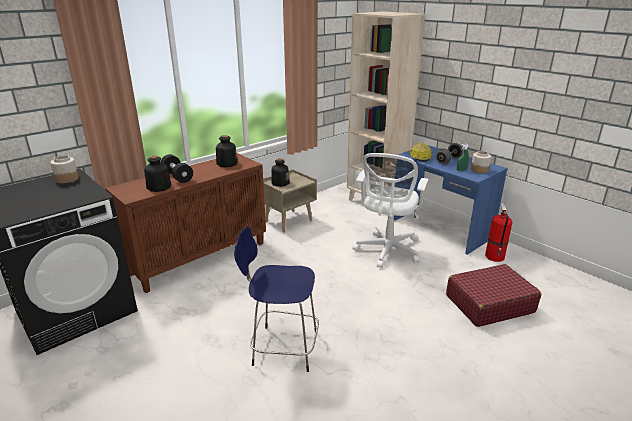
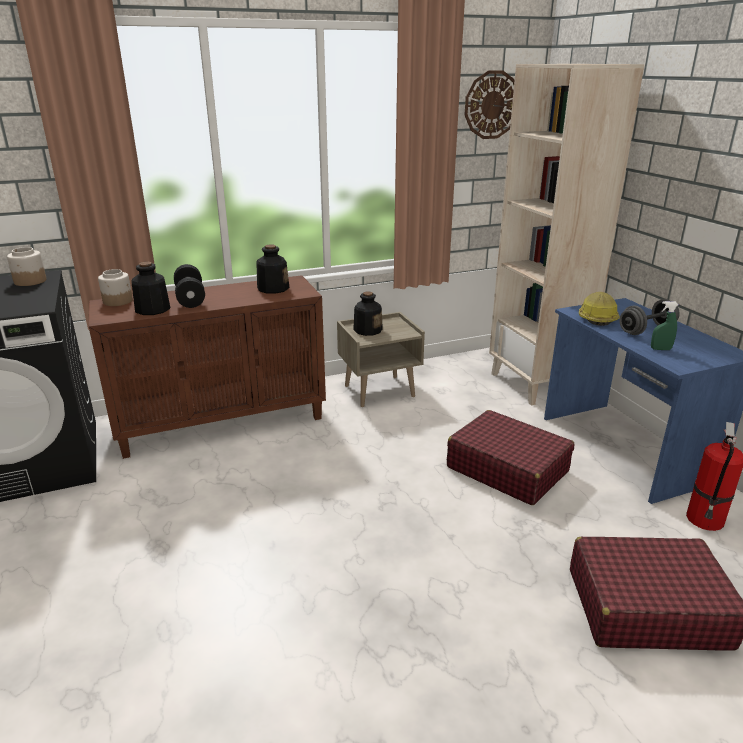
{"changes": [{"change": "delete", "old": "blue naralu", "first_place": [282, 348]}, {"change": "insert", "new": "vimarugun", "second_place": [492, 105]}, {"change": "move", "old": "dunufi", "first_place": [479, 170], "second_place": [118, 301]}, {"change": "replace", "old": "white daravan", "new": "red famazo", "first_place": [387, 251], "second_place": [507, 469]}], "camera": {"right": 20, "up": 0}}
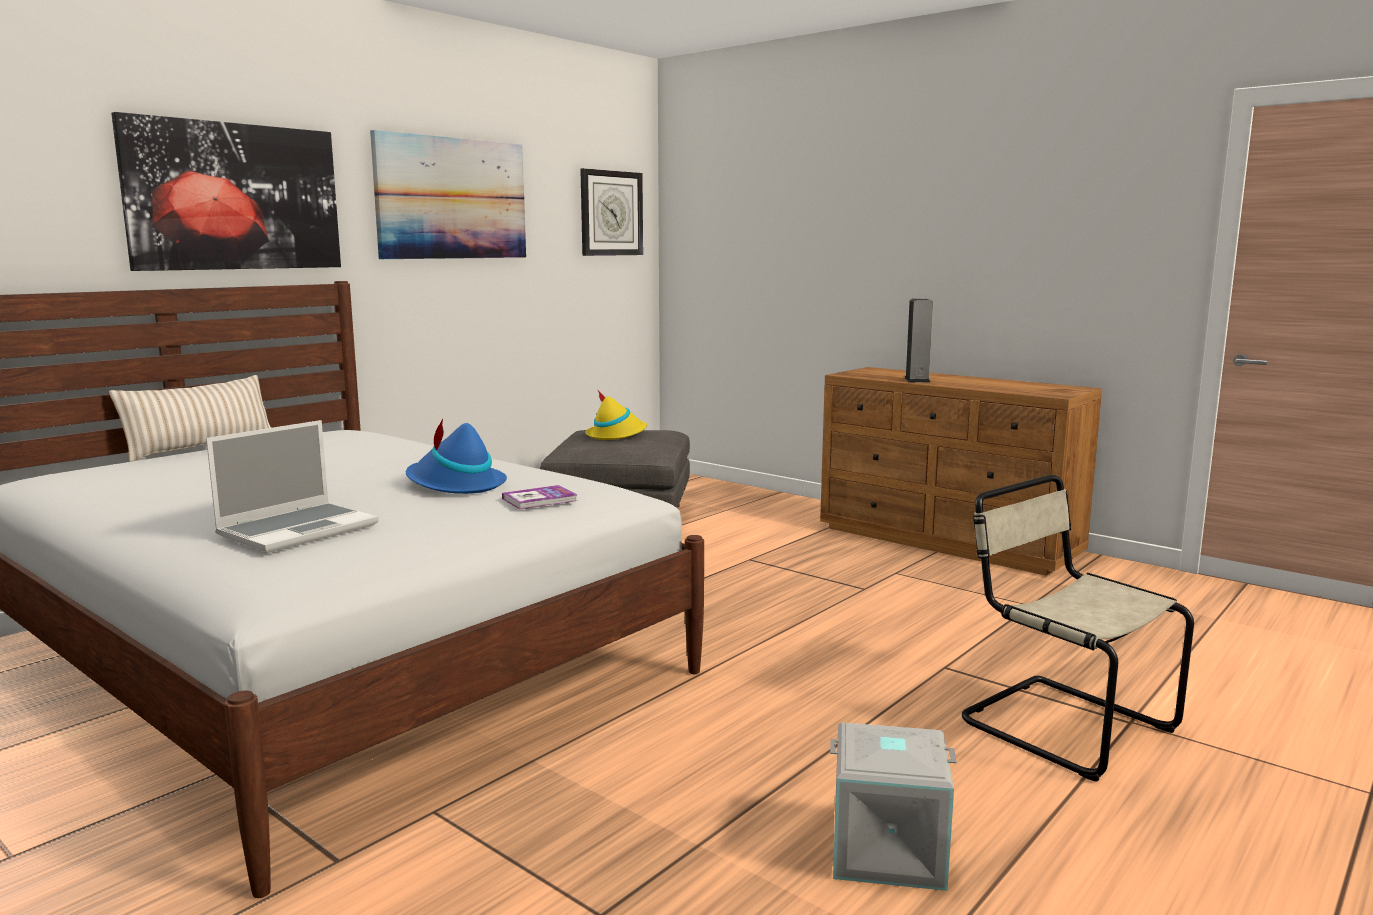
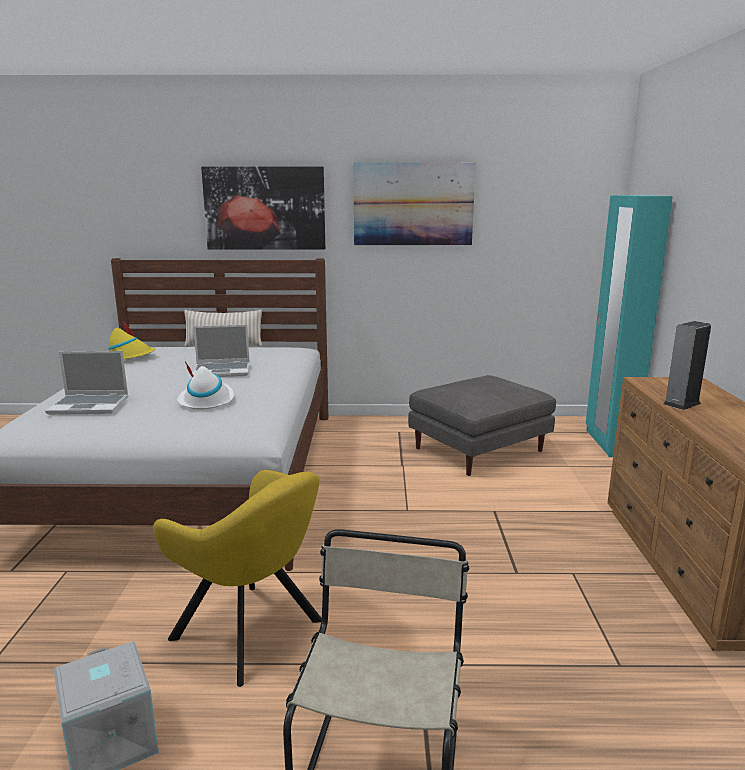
{"changes": [{"change": "delete", "old": "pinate", "first_place": [539, 499]}, {"change": "delete", "old": "vimarugun", "first_place": [611, 213]}, {"change": "insert", "new": "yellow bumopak", "second_place": [252, 633]}, {"change": "insert", "new": "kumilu", "second_place": [223, 371]}, {"change": "insert", "new": "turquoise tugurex", "second_place": [609, 443]}, {"change": "move", "old": "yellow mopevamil", "first_place": [617, 435], "second_place": [130, 357]}, {"change": "recolor", "old": "blue mopevamil", "new": "white mopevamil", "first_place": [455, 485], "second_place": [206, 400]}], "camera": {"right": 50, "up": 5}}
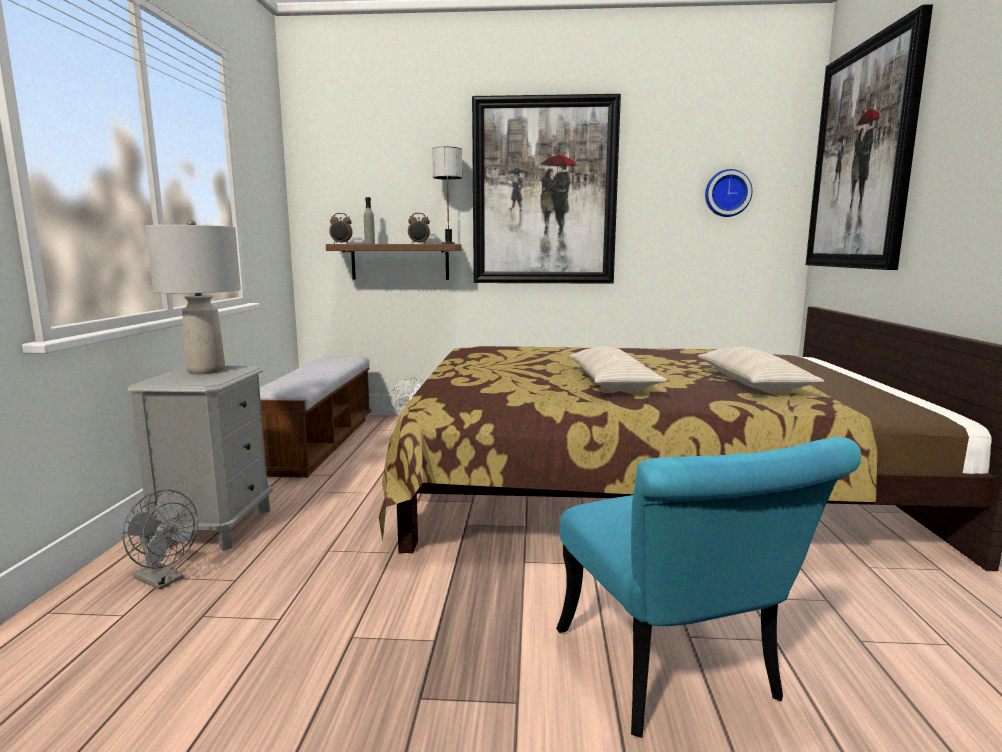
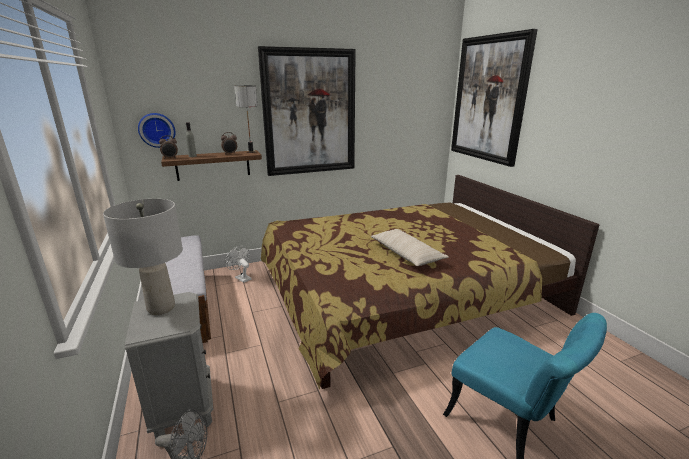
{"changes": [{"change": "delete", "old": "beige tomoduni", "first_place": [752, 383]}, {"change": "move", "old": "vimarugun", "first_place": [727, 193], "second_place": [157, 130]}], "camera": {"right": -25, "up": 10}}
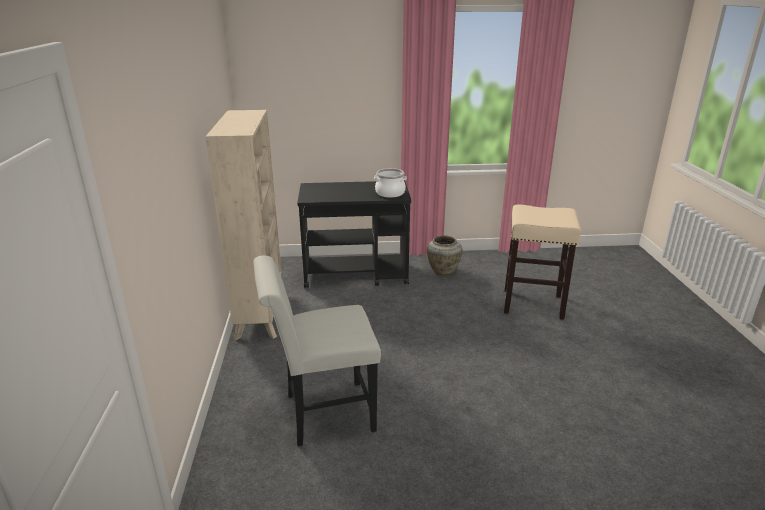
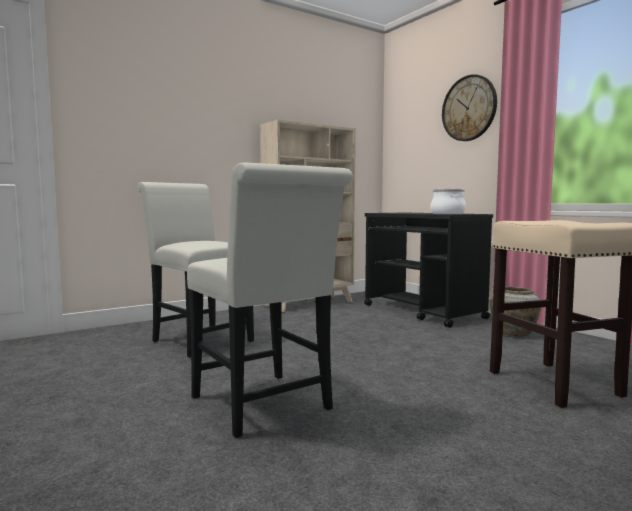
{"changes": [{"change": "insert", "new": "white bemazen", "second_place": [265, 406]}, {"change": "insert", "new": "vimarugun", "second_place": [469, 108]}], "camera": {"right": 60, "up": -20}}
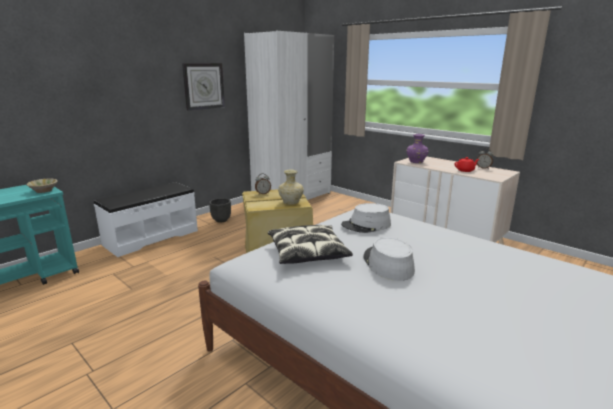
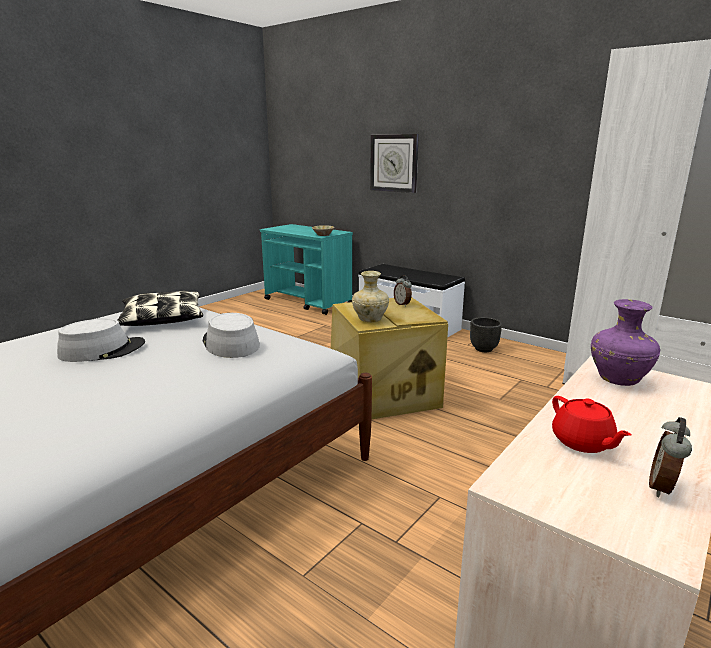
{"changes": [{"change": "move", "old": "vimarugun", "first_place": [203, 86], "second_place": [394, 163]}], "camera": {"right": 85, "up": 0}}
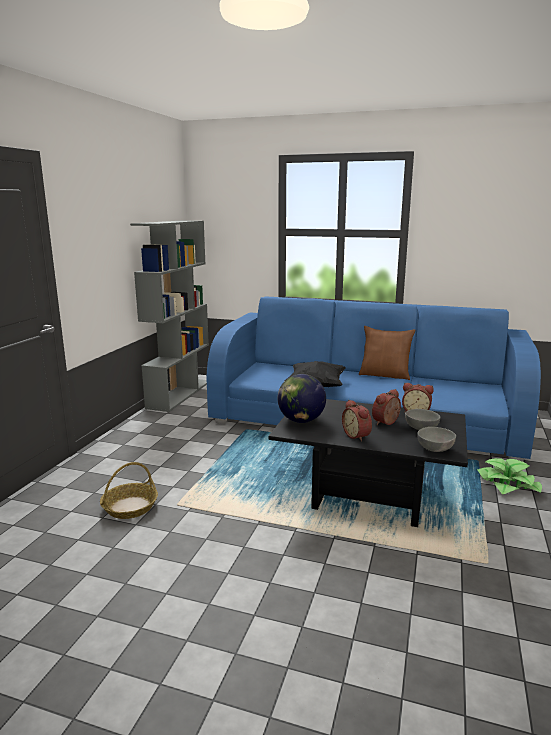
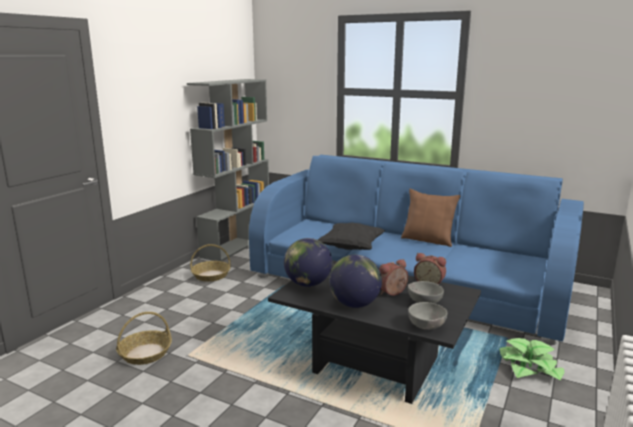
{"changes": [{"change": "insert", "new": "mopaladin", "second_place": [211, 275]}, {"change": "replace", "old": "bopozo", "new": "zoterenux", "first_place": [357, 436], "second_place": [354, 304]}], "camera": {"right": 10, "up": 0}}
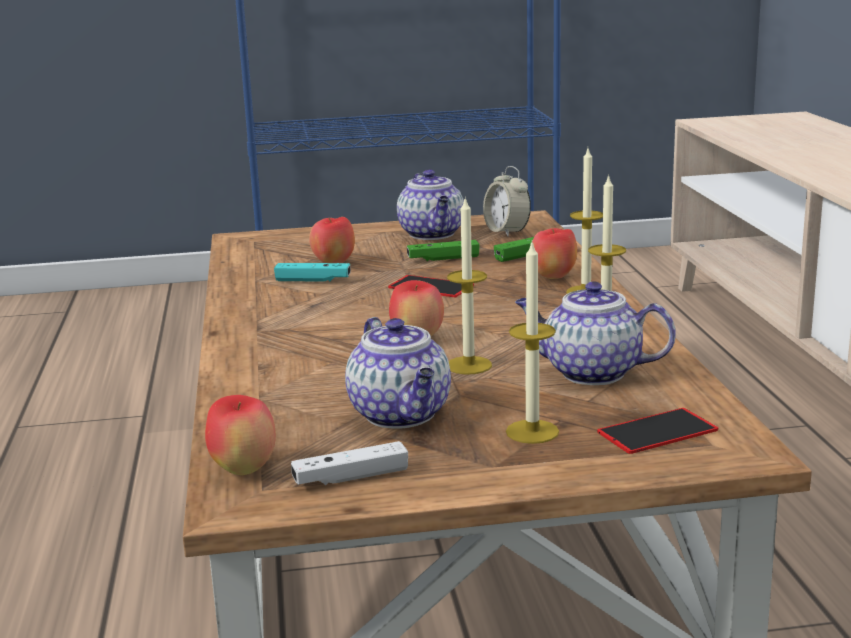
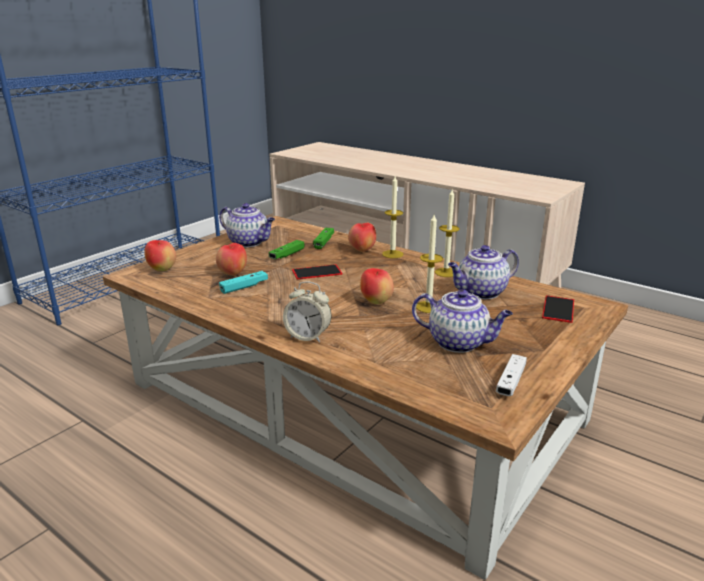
{"changes": [{"change": "delete", "old": "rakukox", "first_place": [532, 432]}, {"change": "move", "old": "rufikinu", "first_place": [244, 470], "second_place": [162, 270]}, {"change": "move", "old": "bopozo", "first_place": [507, 232], "second_place": [308, 336]}], "camera": {"right": -45, "up": 5}}
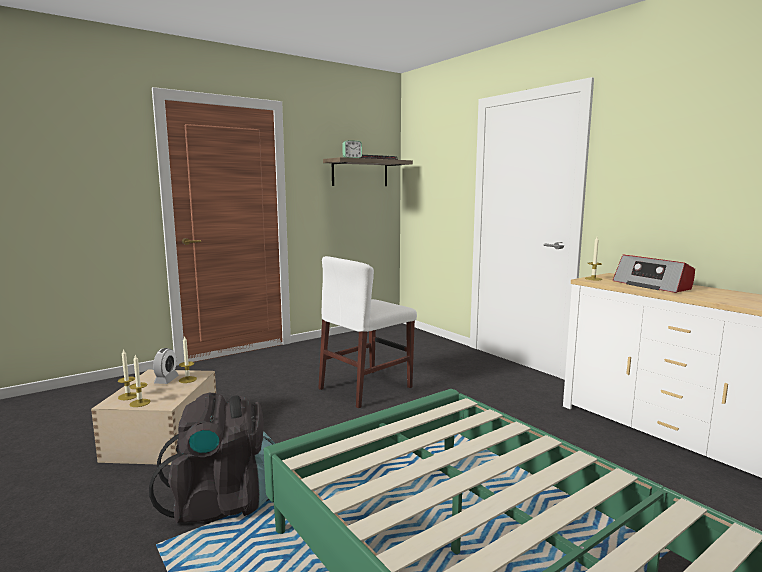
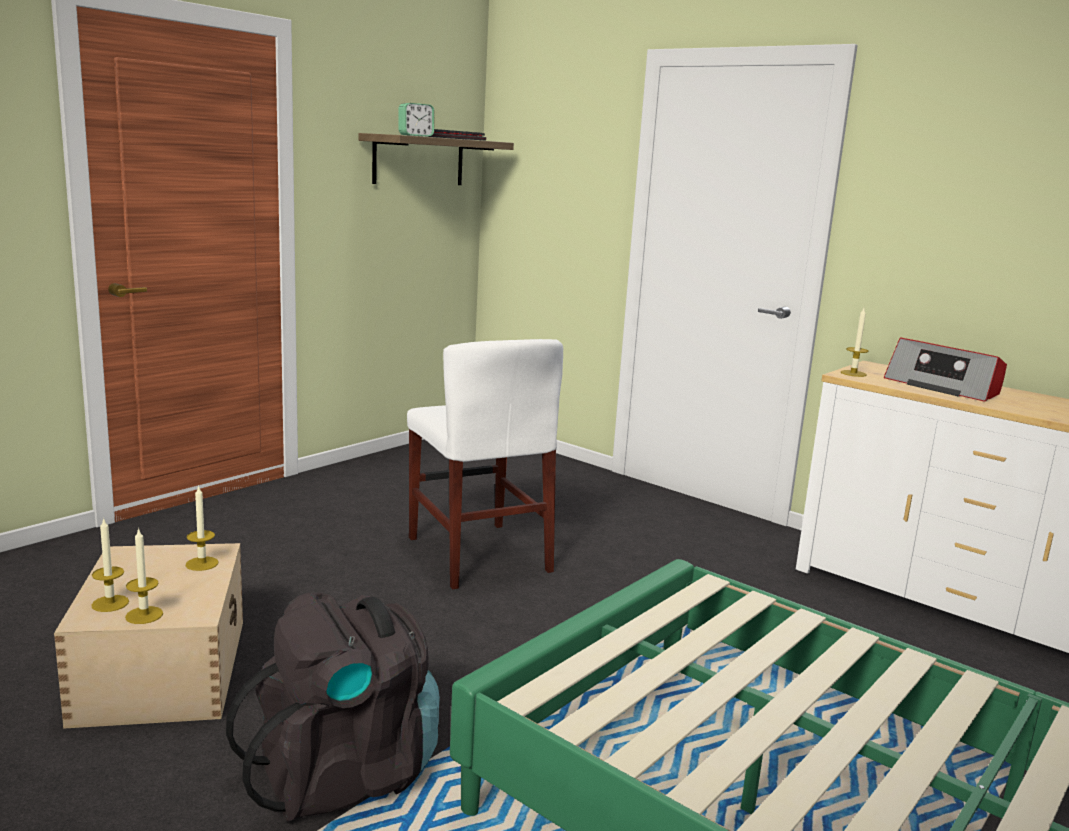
{"changes": [{"change": "delete", "old": "bopozo", "first_place": [166, 380]}, {"change": "rotate", "old": "white bemazen", "first_place": [366, 388], "second_place": [478, 554], "degrees": -60}], "camera": {"right": -15, "up": 5}}
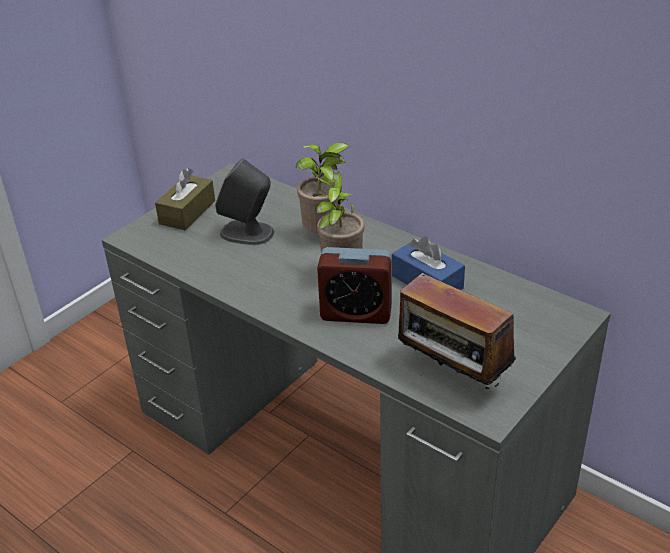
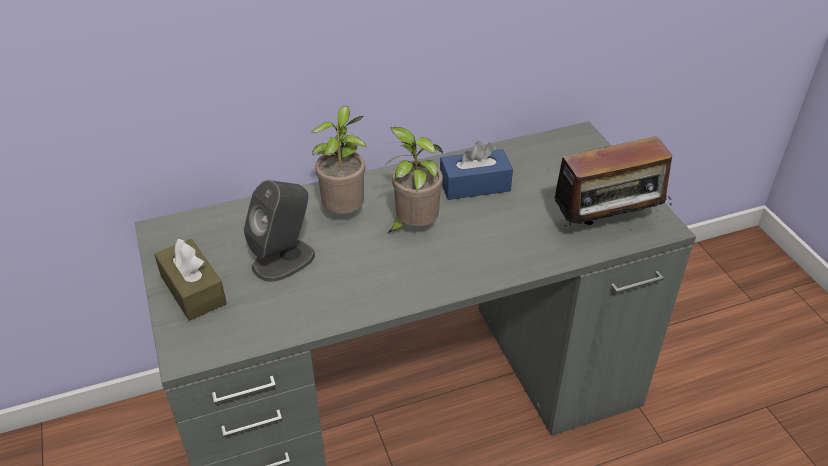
{"changes": [{"change": "delete", "old": "bopozo", "first_place": [356, 313]}], "camera": {"right": -60, "up": 5}}
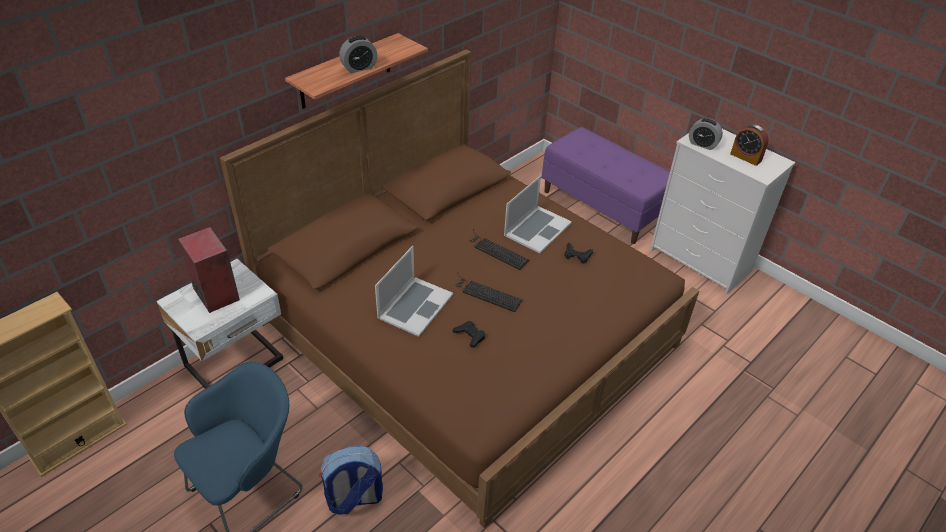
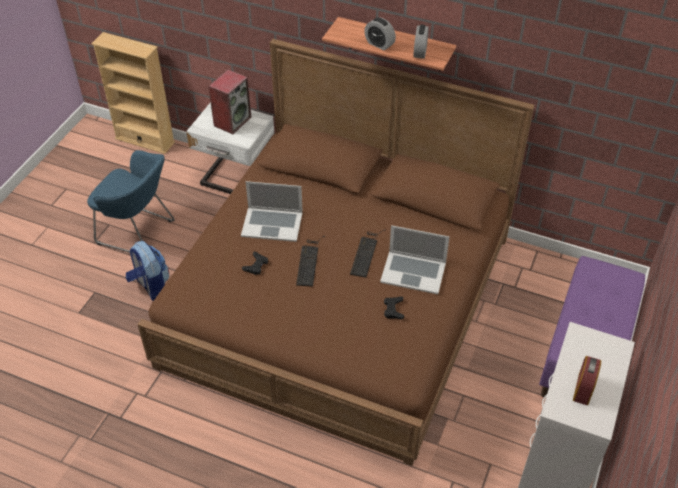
{"changes": [{"change": "move", "old": "bopozo", "first_place": [702, 144], "second_place": [420, 52]}], "camera": {"right": 70, "up": 5}}
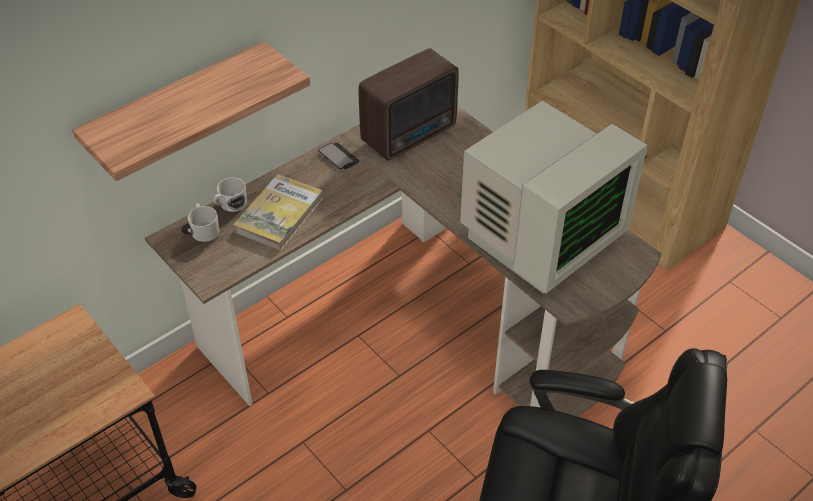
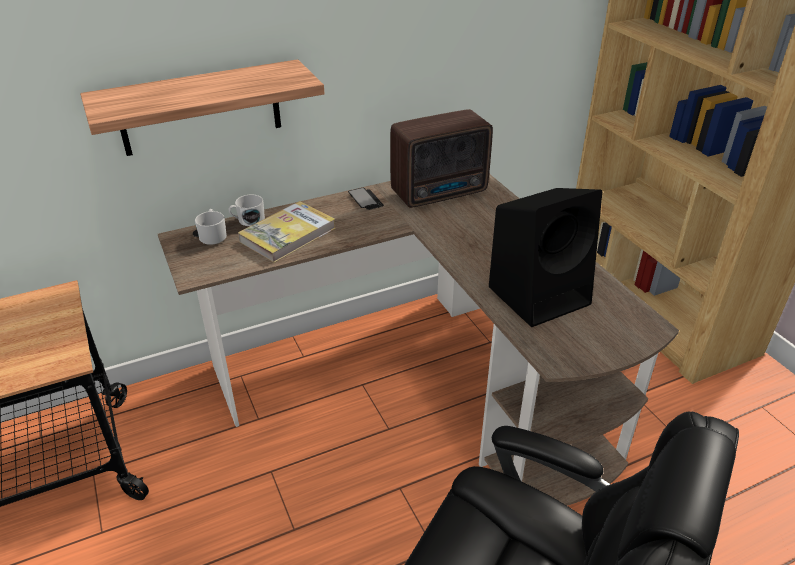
{"changes": [{"change": "replace", "old": "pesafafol", "new": "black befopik", "first_place": [538, 239], "second_place": [540, 294]}], "camera": {"right": 15, "up": -10}}
